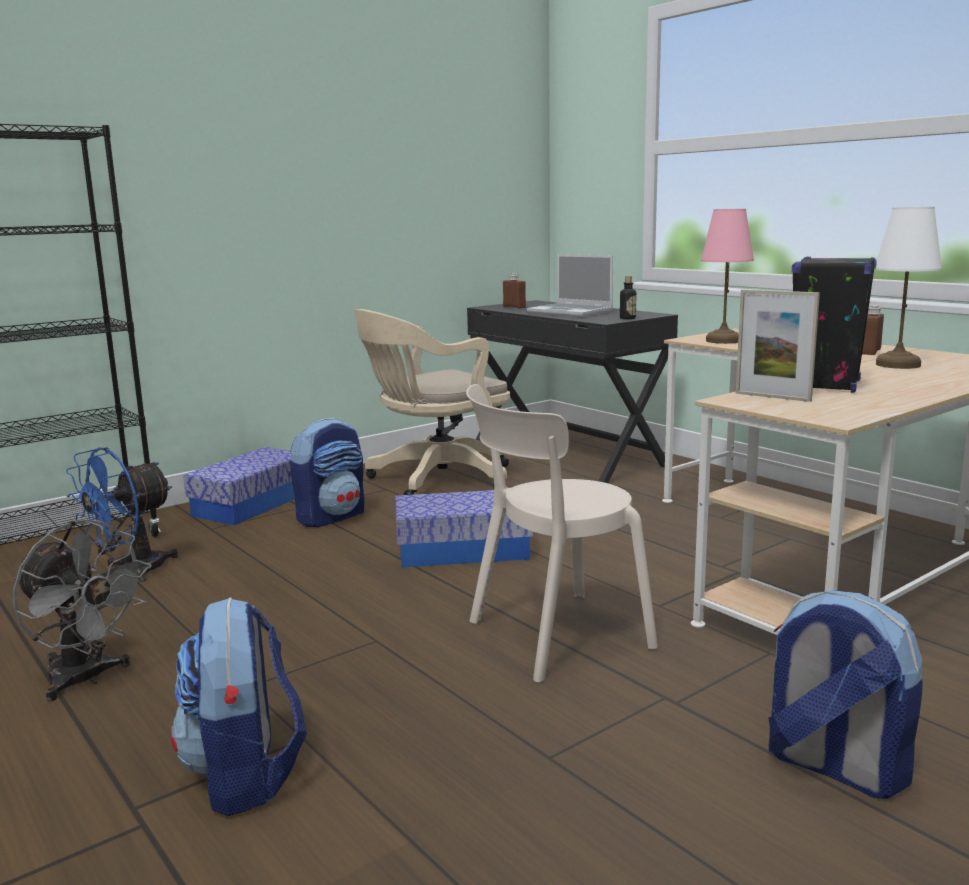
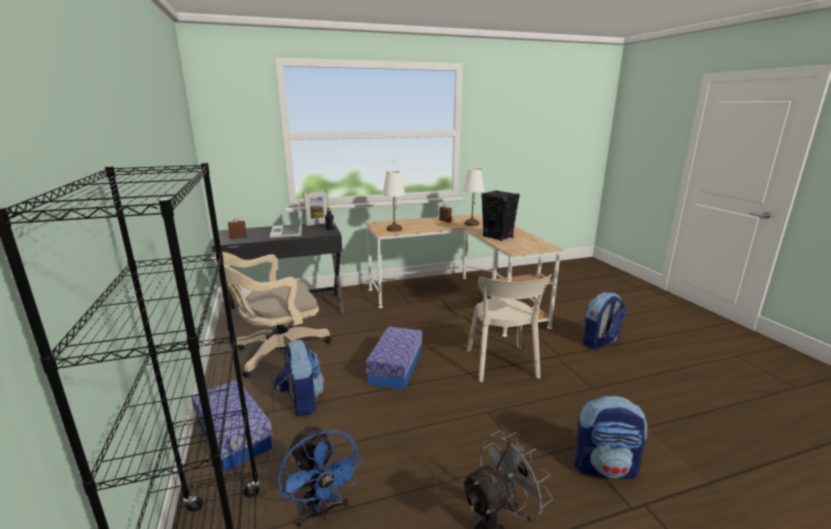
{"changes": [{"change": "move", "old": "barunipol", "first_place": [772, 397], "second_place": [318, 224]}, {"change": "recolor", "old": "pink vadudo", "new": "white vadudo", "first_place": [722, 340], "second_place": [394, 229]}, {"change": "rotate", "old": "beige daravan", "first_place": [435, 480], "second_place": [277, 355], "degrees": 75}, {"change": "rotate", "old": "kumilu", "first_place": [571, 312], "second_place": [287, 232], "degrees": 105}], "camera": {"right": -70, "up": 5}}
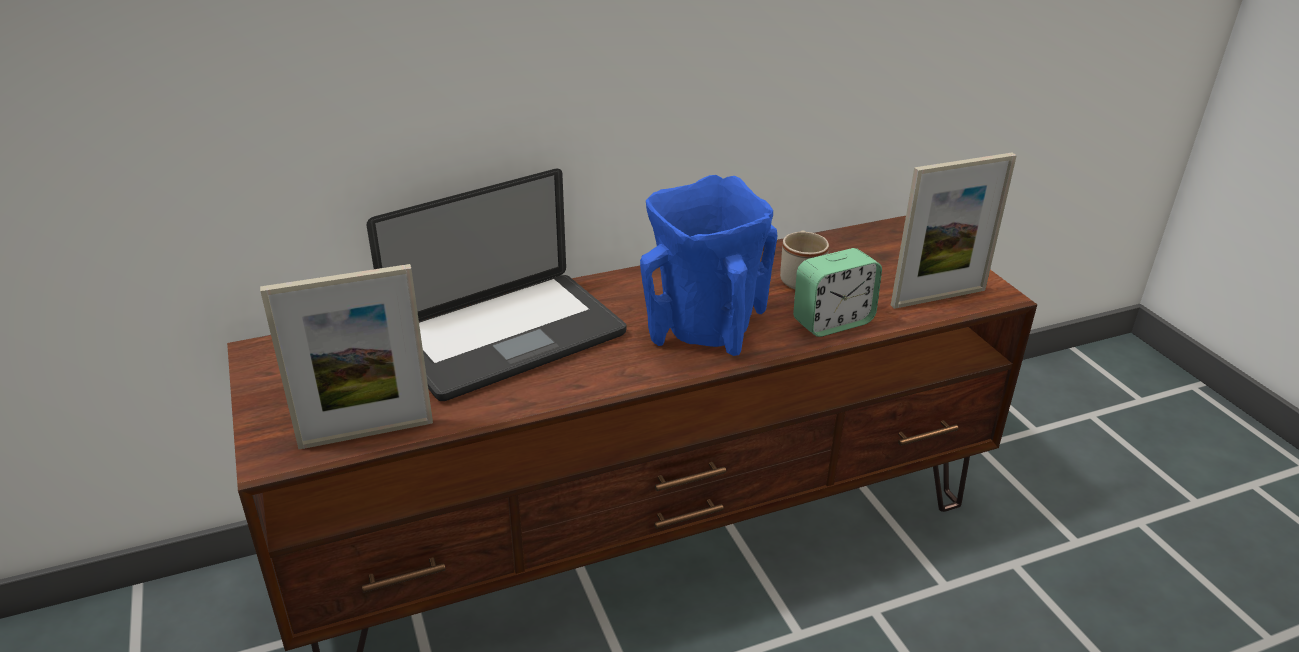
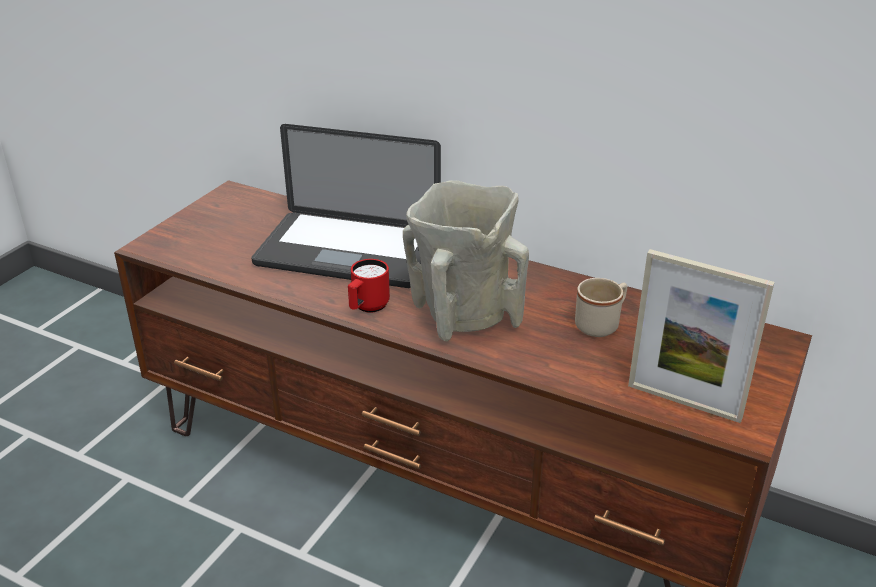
{"changes": [{"change": "delete", "old": "barunipol", "first_place": [366, 433]}, {"change": "delete", "old": "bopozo", "first_place": [832, 322]}, {"change": "insert", "new": "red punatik", "second_place": [367, 308]}, {"change": "recolor", "old": "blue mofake", "new": "beige mofake", "first_place": [703, 330], "second_place": [463, 315]}], "camera": {"right": 50, "up": 0}}
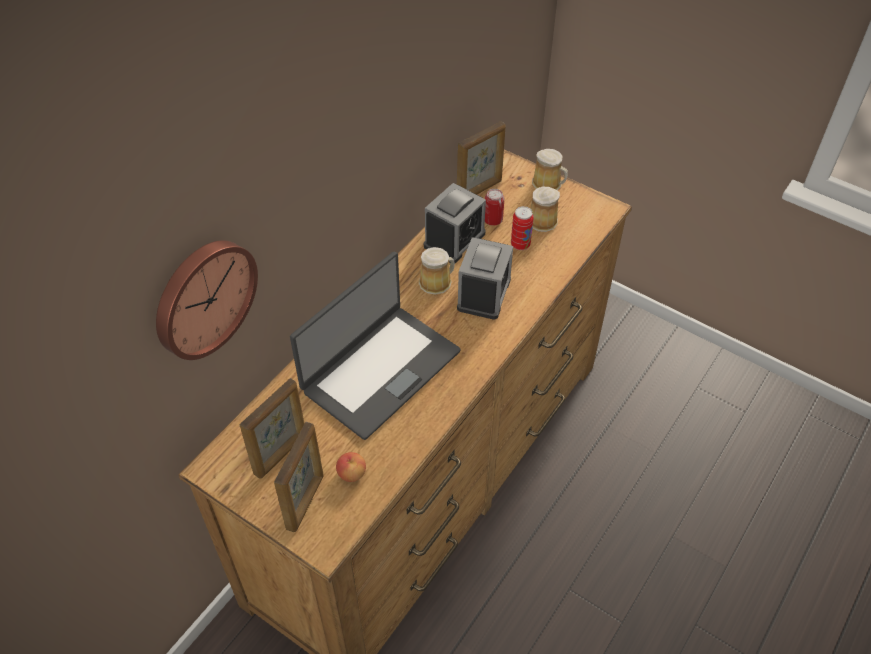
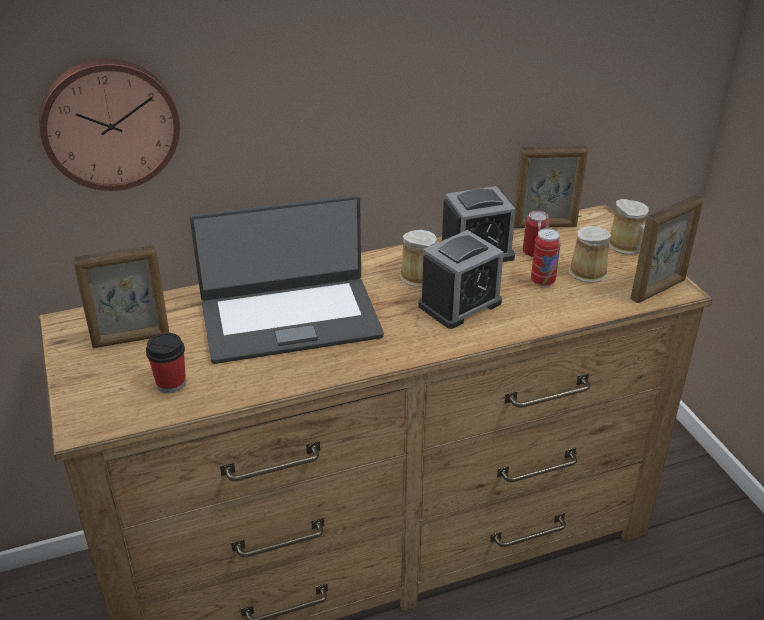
{"changes": [{"change": "move", "old": "barunipol", "first_place": [306, 501], "second_place": [658, 290]}, {"change": "replace", "old": "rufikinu", "new": "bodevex", "first_place": [352, 473], "second_place": [171, 383]}], "camera": {"right": 35, "up": -15}}
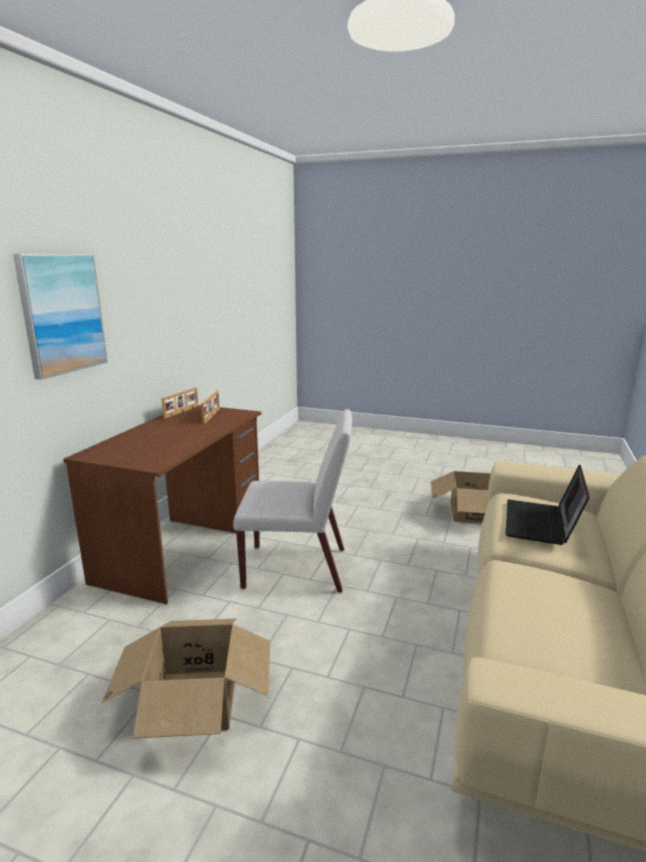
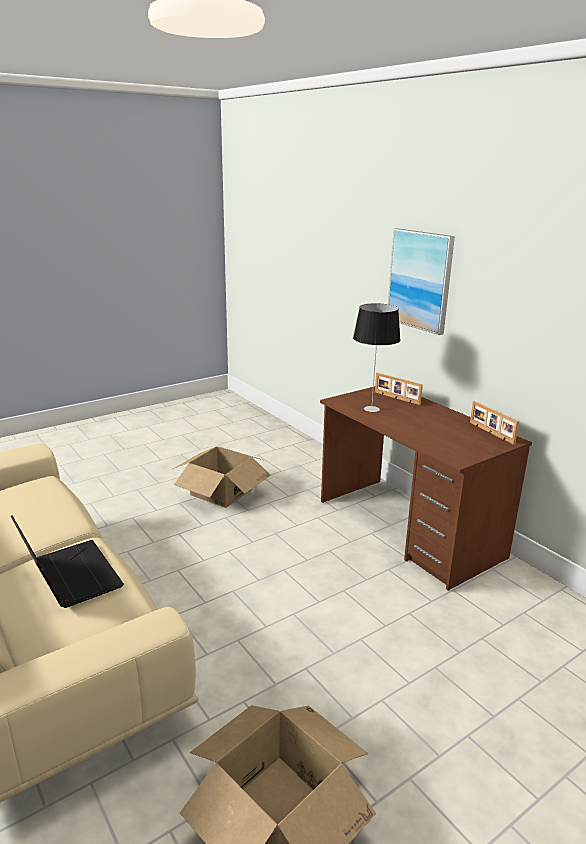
{"changes": [{"change": "delete", "old": "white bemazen", "first_place": [297, 568]}, {"change": "insert", "new": "vadudo", "second_place": [372, 409]}, {"change": "move", "old": "barunipol", "first_place": [212, 416], "second_place": [396, 398]}], "camera": {"right": 125, "up": 5}}
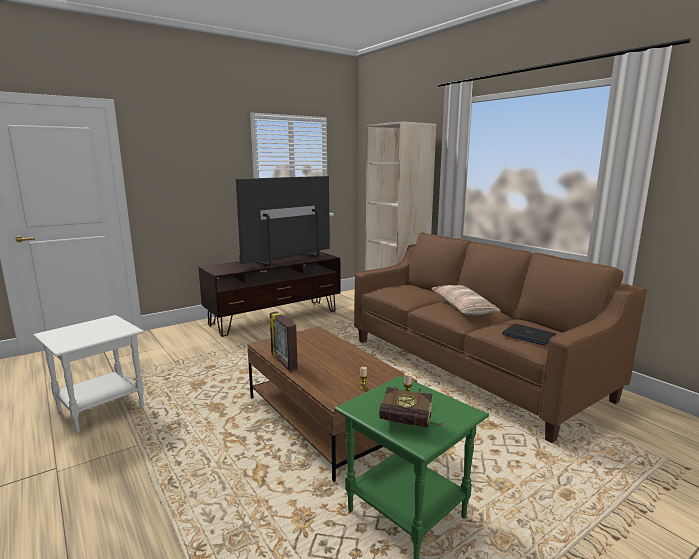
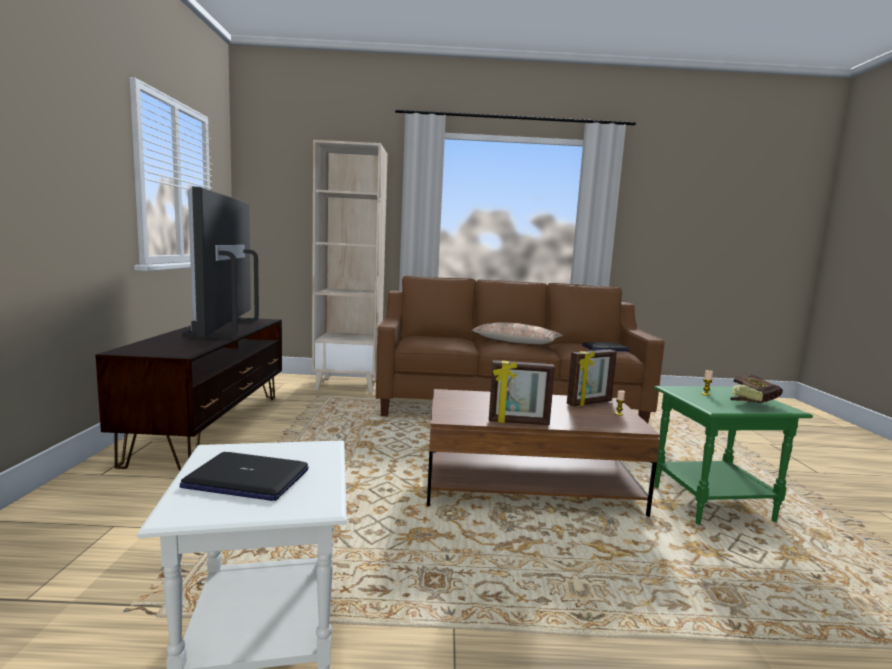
{"changes": [{"change": "insert", "new": "kumilu", "second_place": [246, 479]}, {"change": "insert", "new": "barunipol", "second_place": [590, 403]}], "camera": {"right": -55, "up": -5}}
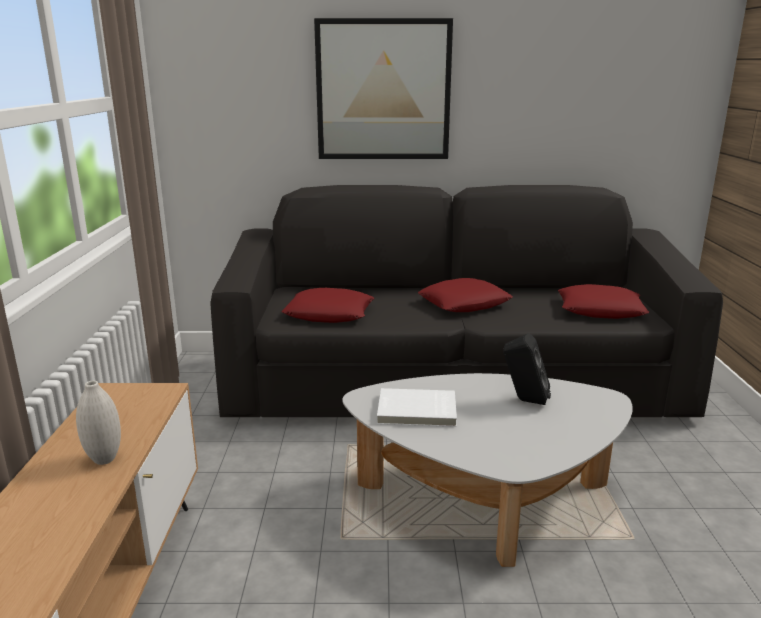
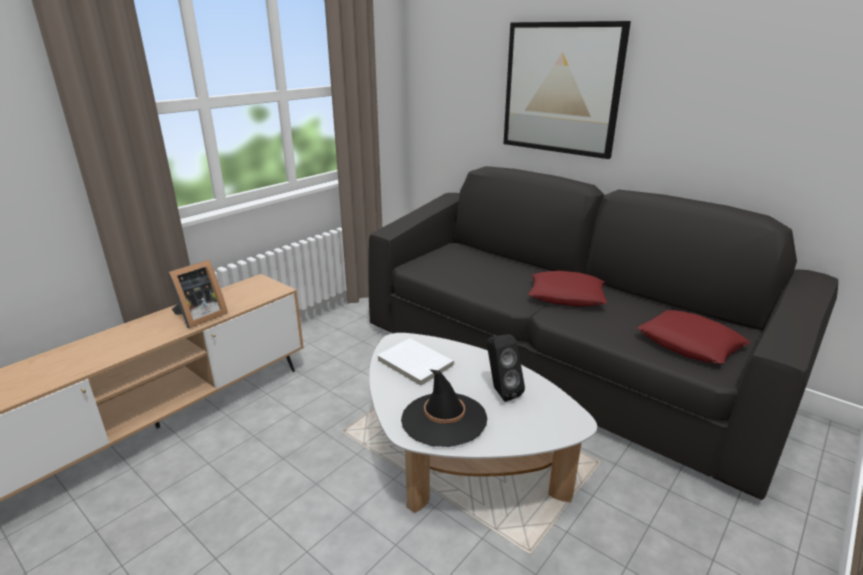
{"changes": [{"change": "delete", "old": "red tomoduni", "first_place": [329, 313]}, {"change": "insert", "new": "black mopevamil", "second_place": [444, 419]}, {"change": "replace", "old": "white mofake", "new": "barunipol", "first_place": [104, 459], "second_place": [199, 317]}], "camera": {"right": 40, "up": 5}}
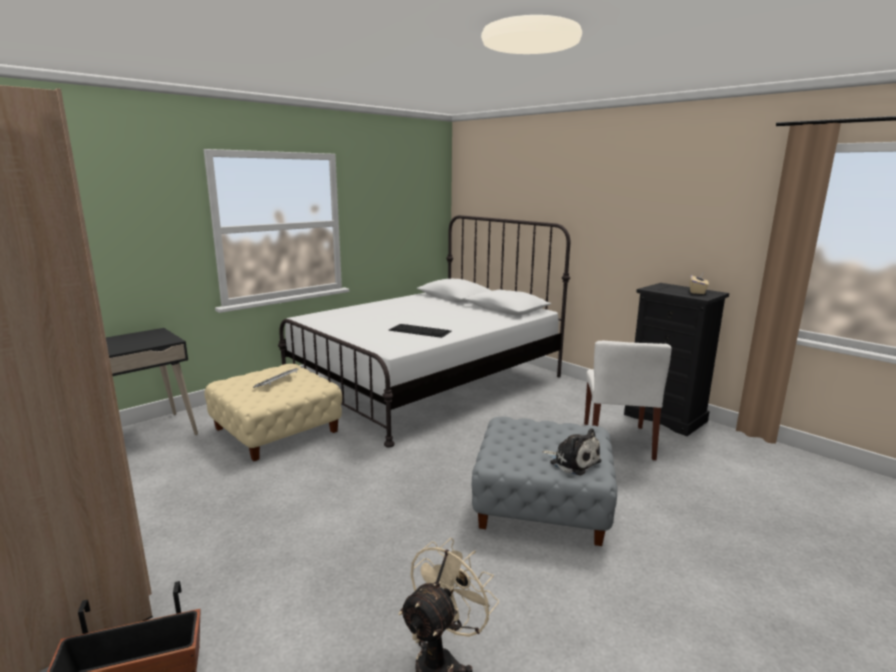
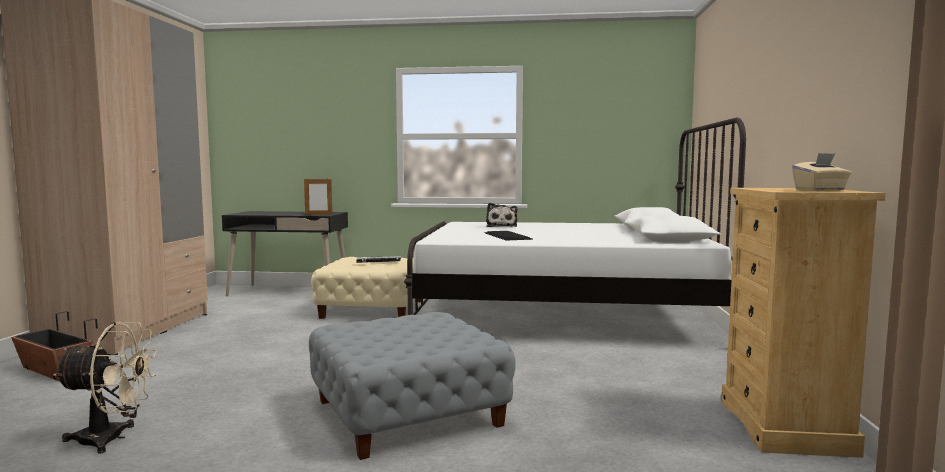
{"changes": [{"change": "delete", "old": "white bemazen", "first_place": [618, 440]}, {"change": "insert", "new": "barunipol", "second_place": [318, 214]}, {"change": "move", "old": "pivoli", "first_place": [572, 461], "second_place": [501, 226]}, {"change": "recolor", "old": "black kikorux", "new": "beige kikorux", "first_place": [666, 418], "second_place": [785, 427]}], "camera": {"right": 50, "up": -10}}
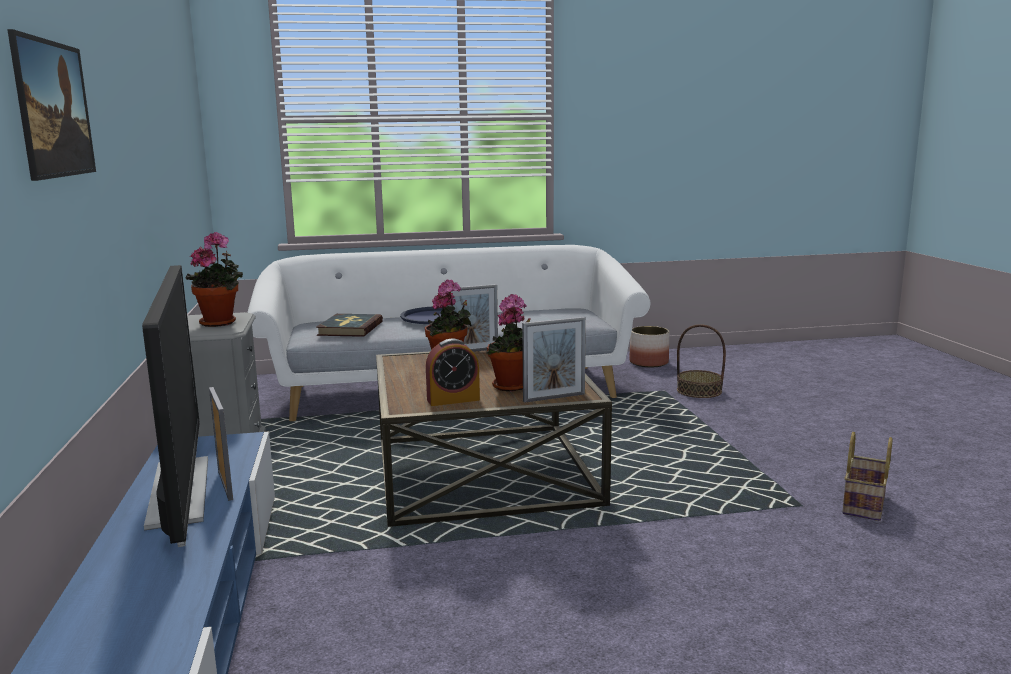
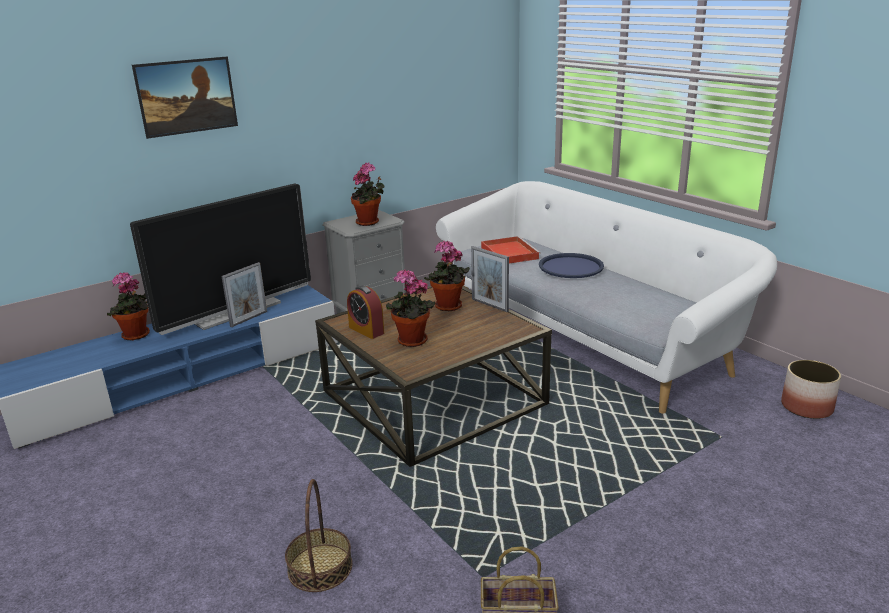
{"changes": [{"change": "delete", "old": "barunipol", "first_place": [554, 398]}, {"change": "insert", "new": "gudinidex", "second_place": [136, 336]}, {"change": "move", "old": "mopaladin", "first_place": [699, 391], "second_place": [320, 567]}, {"change": "replace", "old": "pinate", "new": "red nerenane", "first_place": [350, 328], "second_place": [508, 253]}], "camera": {"right": 65, "up": 10}}
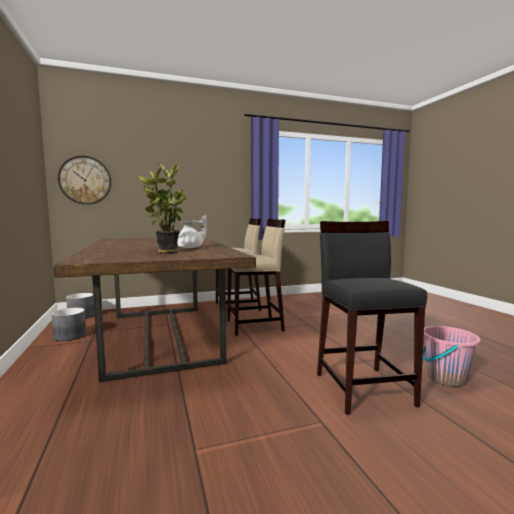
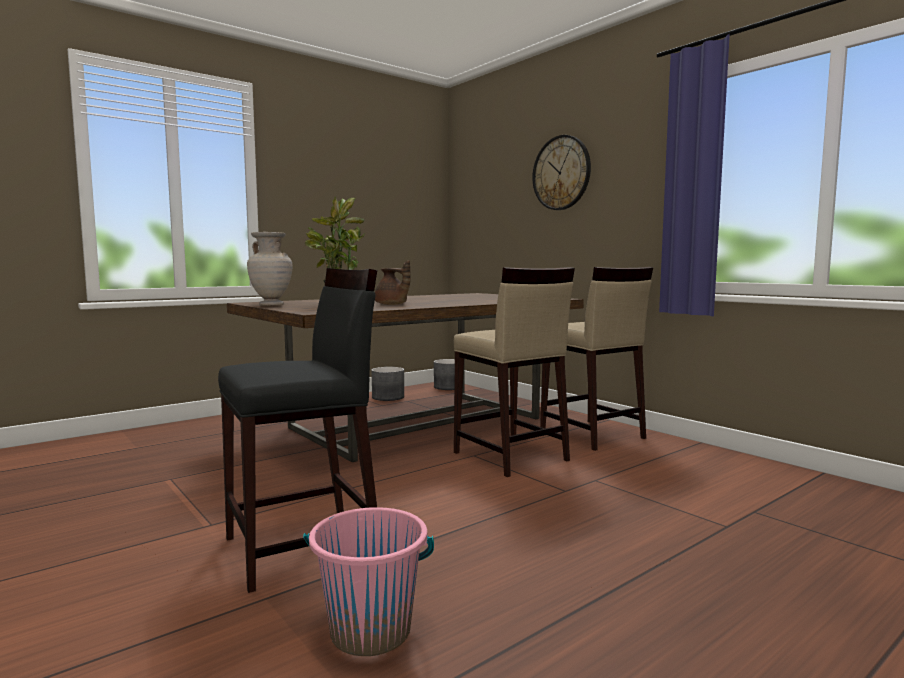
{"changes": [{"change": "insert", "new": "beige mofake", "second_place": [271, 305]}, {"change": "move", "old": "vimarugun", "first_place": [85, 180], "second_place": [561, 173]}, {"change": "recolor", "old": "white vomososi", "new": "brown vomososi", "first_place": [191, 247], "second_place": [392, 304]}], "camera": {"right": 70, "up": 0}}
